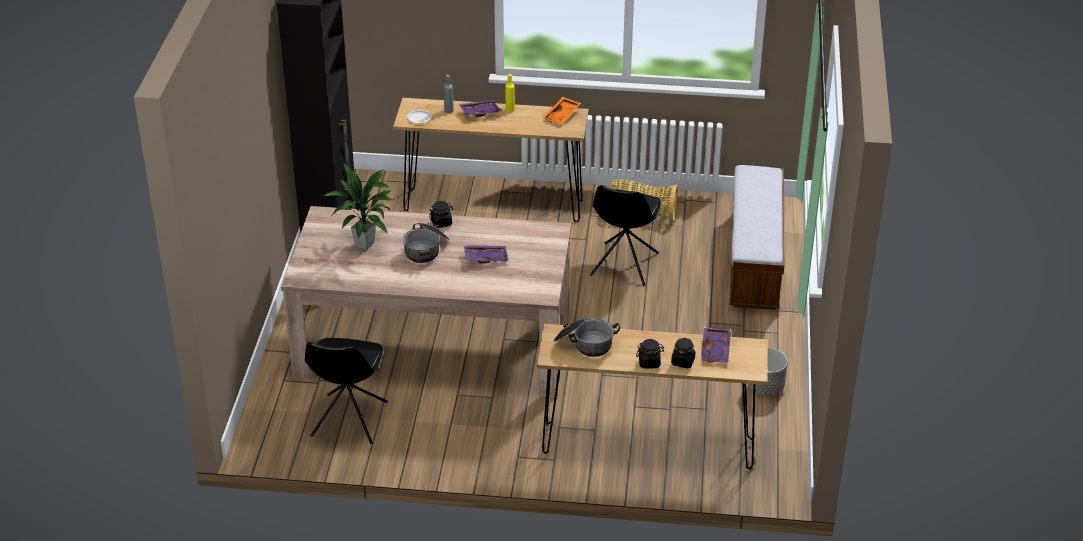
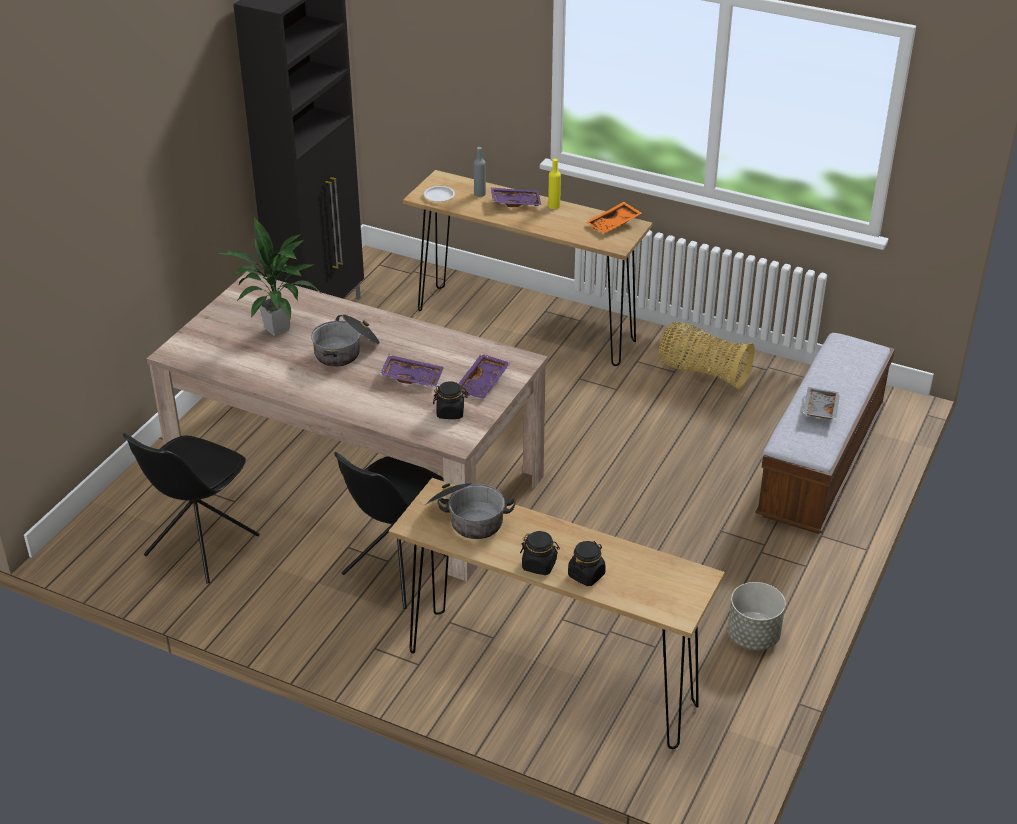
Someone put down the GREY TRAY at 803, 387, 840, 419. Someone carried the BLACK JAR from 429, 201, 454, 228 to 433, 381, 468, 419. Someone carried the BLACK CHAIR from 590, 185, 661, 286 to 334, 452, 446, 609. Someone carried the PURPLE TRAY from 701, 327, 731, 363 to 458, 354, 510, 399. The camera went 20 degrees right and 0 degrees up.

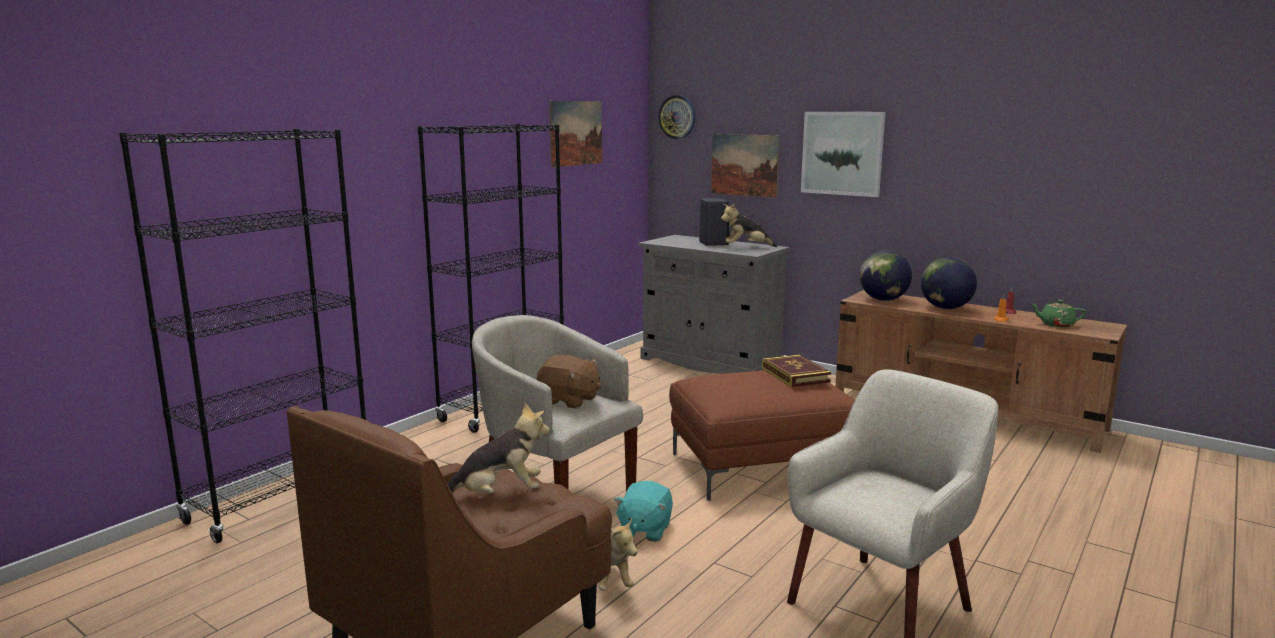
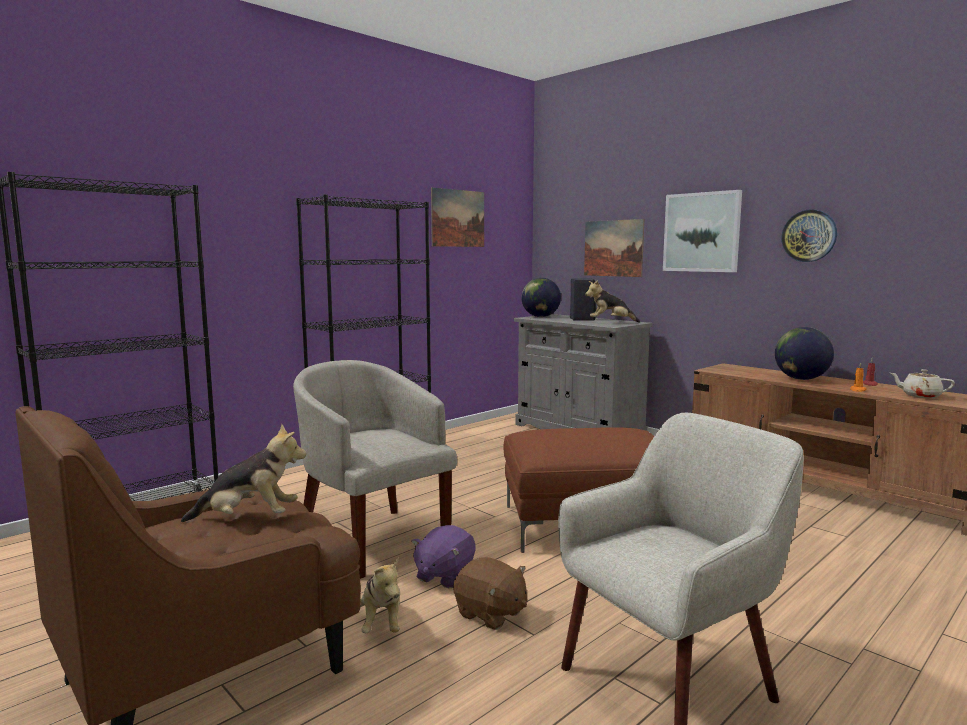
Someone took away the BOOK at 762, 355, 831, 387. Someone carried the BROWN PLUSH TOY from 537, 355, 601, 408 to 453, 557, 527, 630. Someone carried the WALL CLOCK from 658, 95, 696, 139 to 781, 209, 837, 262. Someone carried the GLOBE from 860, 251, 912, 301 to 521, 278, 561, 317. Someone repainted the TURQUOISE PLUSH TOY at 614, 481, 673, 542, which became the PURPLE PLUSH TOY at 411, 525, 475, 588. Someone repainted the GREEN TEAPOT at 1029, 300, 1086, 327, which became the BEIGE TEAPOT at 890, 369, 955, 398. The camera went 10 degrees right and 5 degrees down.

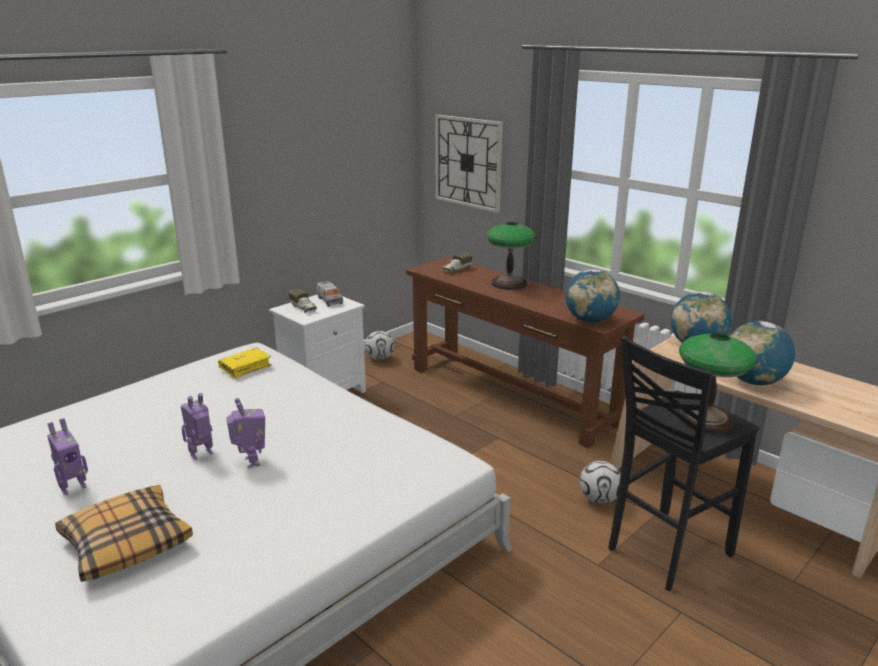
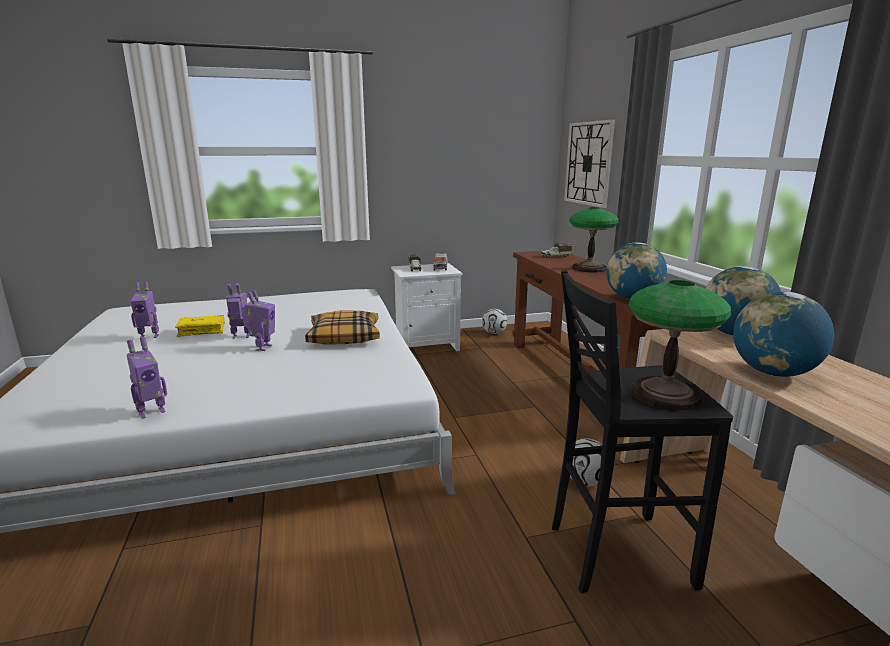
Someone put down the TOY ROBOT at 127, 337, 167, 419. Someone carried the PILLOW from 55, 485, 193, 582 to 305, 310, 380, 344. Someone carried the YELLOW BOOK from 218, 347, 271, 379 to 175, 315, 225, 337. The camera went 30 degrees right and 5 degrees down.

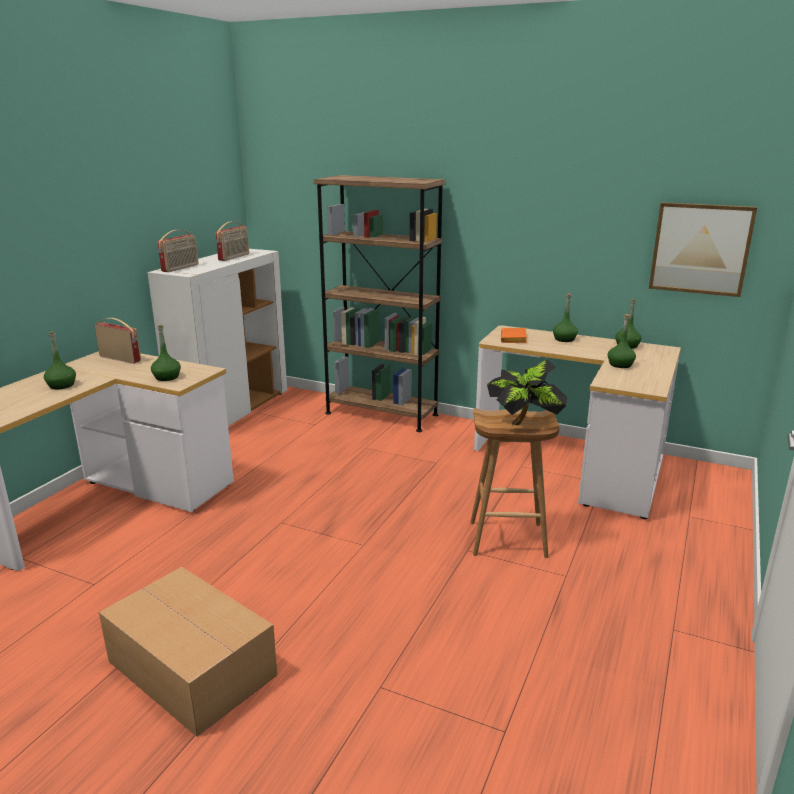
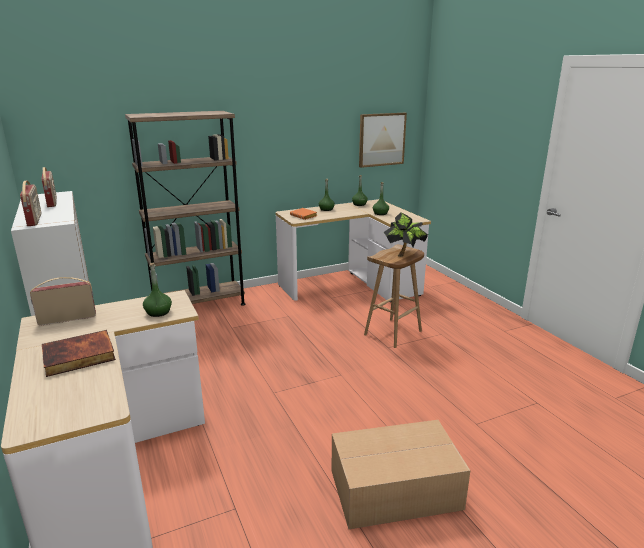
Someone swapped the GREEN BOTTLE at 44, 331, 76, 389 for the BOOK at 42, 330, 116, 377. The camera went 50 degrees left and 0 degrees up.

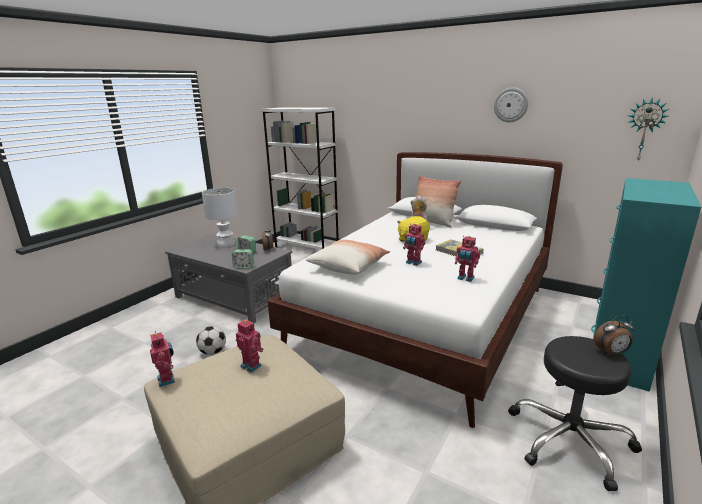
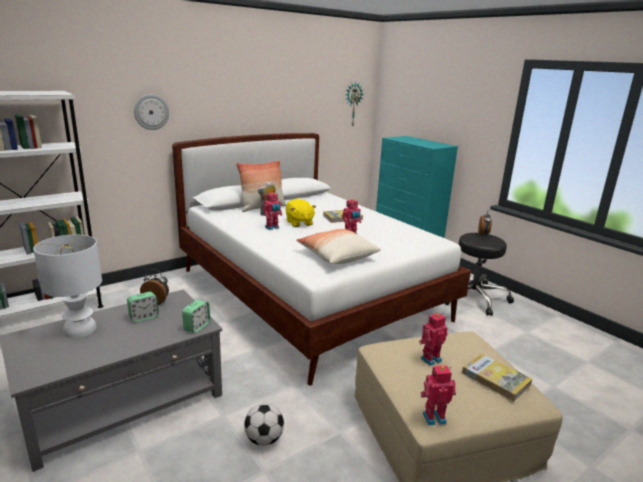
Someone put down the BOOK at 462, 353, 532, 401. Someone carried the TOY ROBOT from 455, 236, 480, 282 to 263, 192, 282, 230. Someone carried the WALL CLOCK from 494, 87, 528, 122 to 134, 94, 169, 130. The camera went 70 degrees left and 0 degrees up.

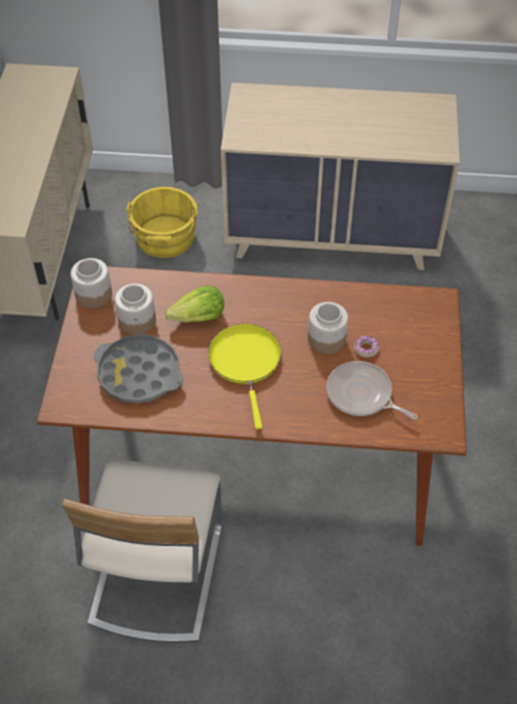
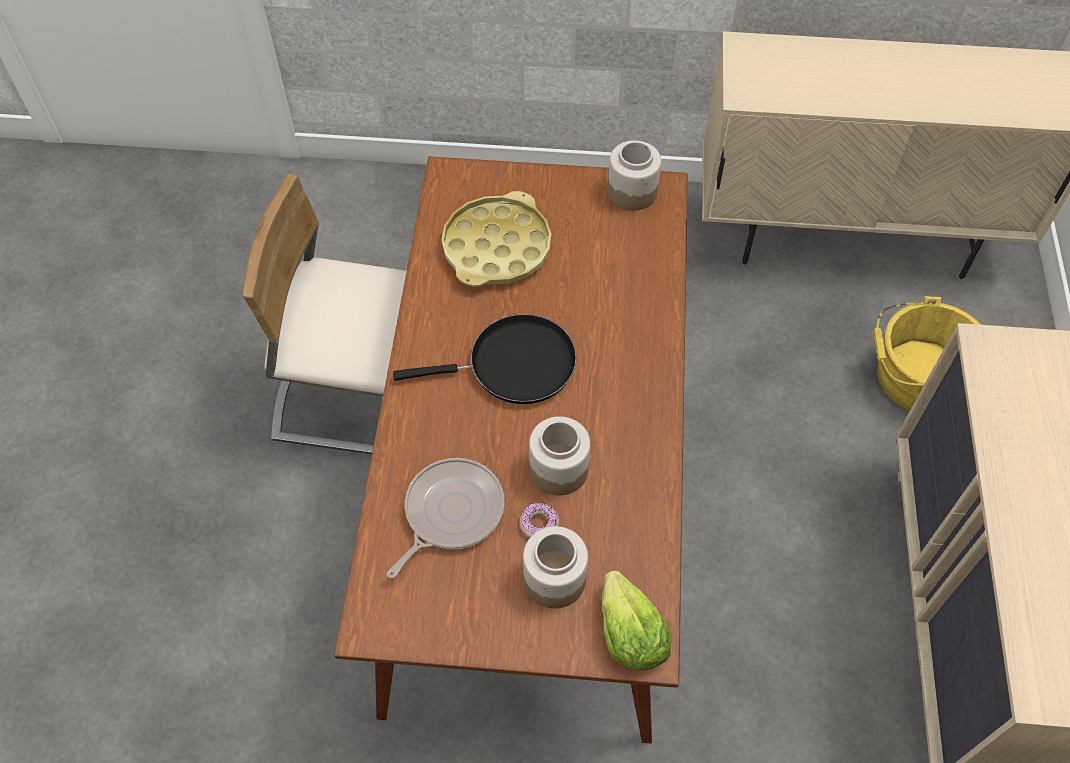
Someone carried the JAR from 115, 284, 156, 335 to 523, 526, 588, 608. Someone carried the LETTUCE from 165, 285, 224, 322 to 602, 570, 671, 671. Someone repainted the GREY TRAY at 94, 334, 183, 403, which became the YELLOW TRAY at 441, 191, 551, 287. Someone repainted the YELLOW FRYING PAN at 208, 324, 281, 429, which became the BLACK FRYING PAN at 393, 314, 577, 404. The camera went 90 degrees right and 5 degrees up.

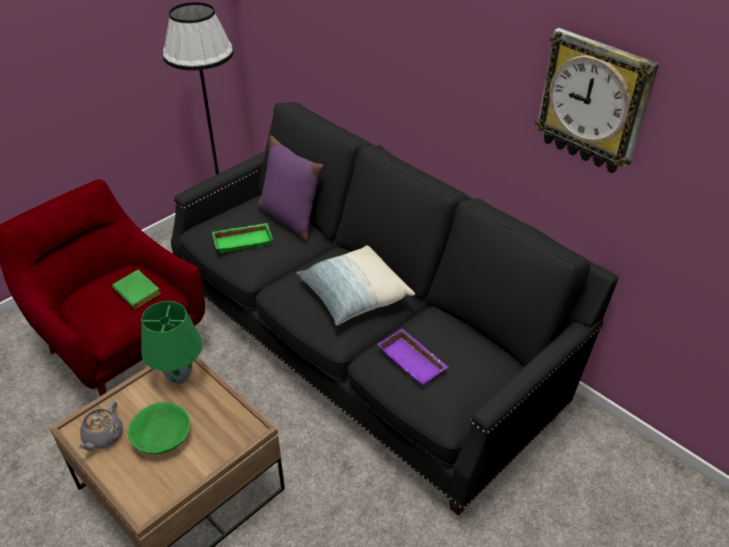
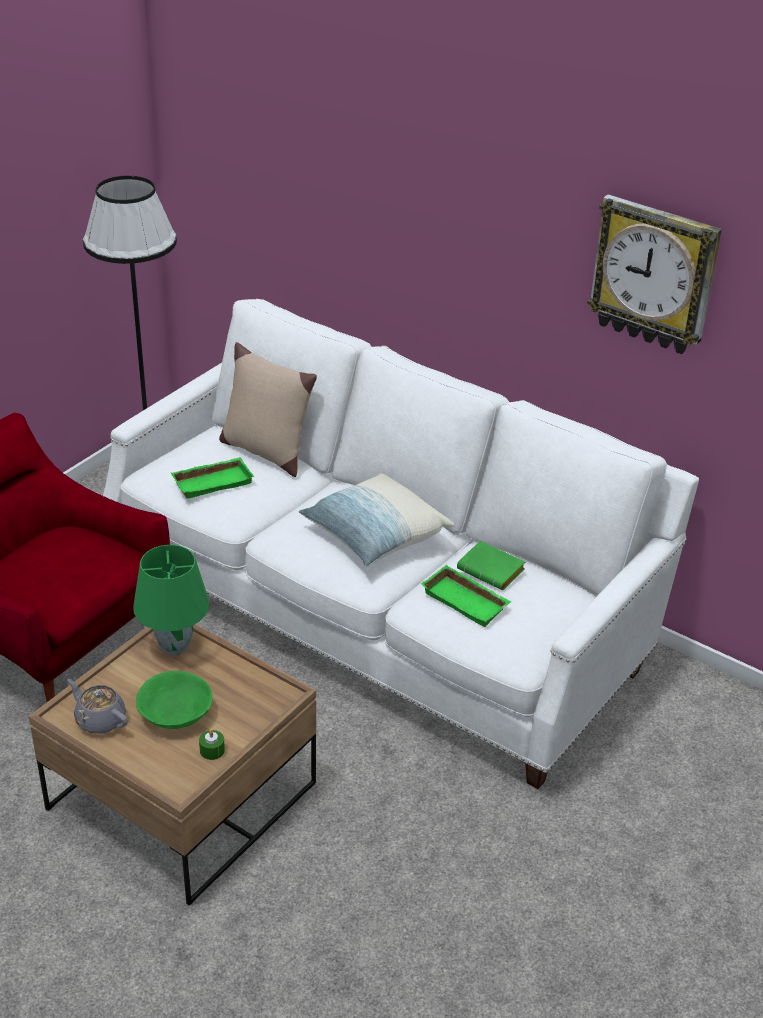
Someone put down the GREEN CANDLE at 199, 729, 225, 760. Someone carried the GREEN BOOK from 112, 270, 161, 309 to 457, 541, 525, 590. Someone repainted the BLACK SOFA at 171, 102, 618, 516, which became the WHITE SOFA at 103, 299, 699, 789. Someone repainted the PURPLE PILLOW at 258, 135, 324, 241, which became the BEIGE PILLOW at 219, 342, 317, 477. Someone repainted the PURPLE TRAY at 378, 329, 448, 387, which became the GREEN TRAY at 421, 565, 511, 627. Someone rotated the GREY TEAPOT at 78, 401, 123, 451 by 120 degrees clockwise. The camera went 10 degrees left and 5 degrees down.

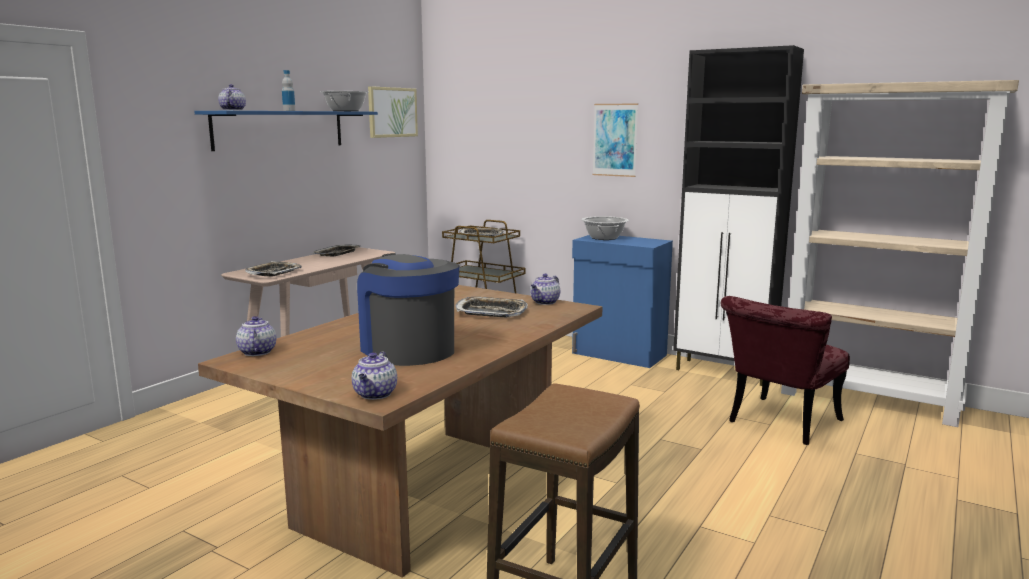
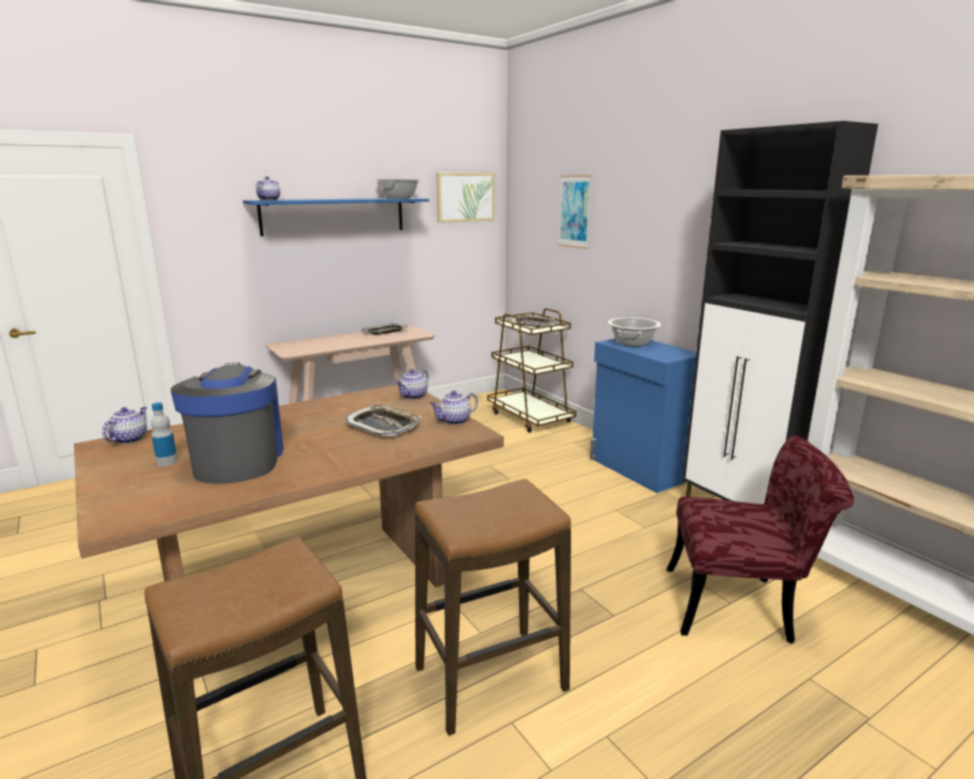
Someone took away the TRAY at 245, 261, 302, 277. Someone put down the STOOL at 415, 479, 571, 736. Someone carried the BOTTLE from 282, 70, 295, 111 to 151, 402, 178, 467. Someone carried the TEAPOT from 352, 351, 397, 400 to 396, 369, 429, 399. Someone carried the PICTURE from 593, 103, 638, 177 to 558, 175, 592, 249. Someone rotated the RED CHAIR at 721, 296, 850, 445 by 150 degrees counterclockwise. The camera went 25 degrees right and 5 degrees up.

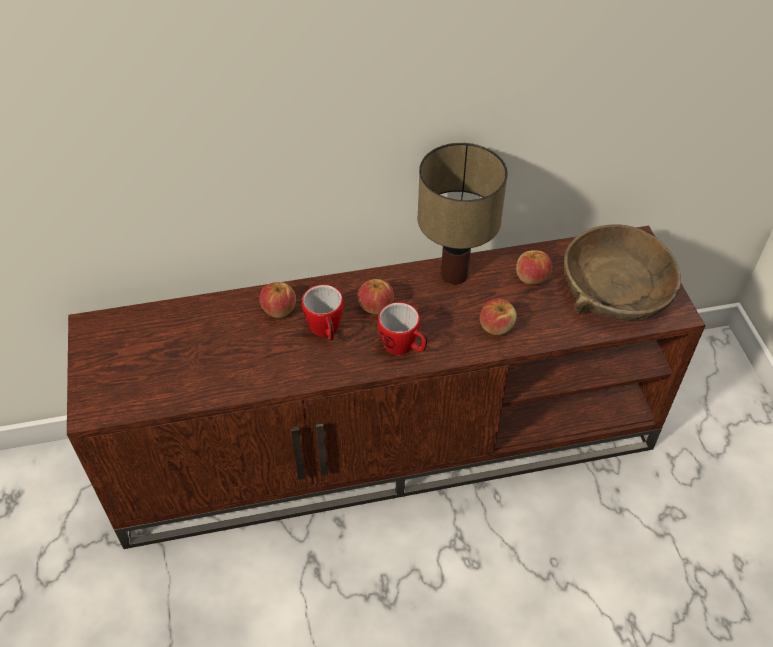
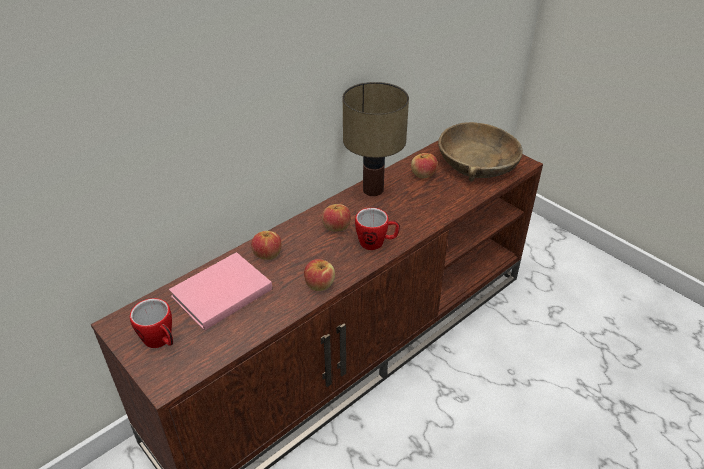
Someone put down the PINK BOOK at 169, 252, 272, 331. Someone carried the MUG from 302, 285, 344, 341 to 130, 298, 173, 348. Someone carried the APPLE from 480, 298, 517, 335 to 304, 259, 335, 291. The camera went 30 degrees left and 10 degrees down.

